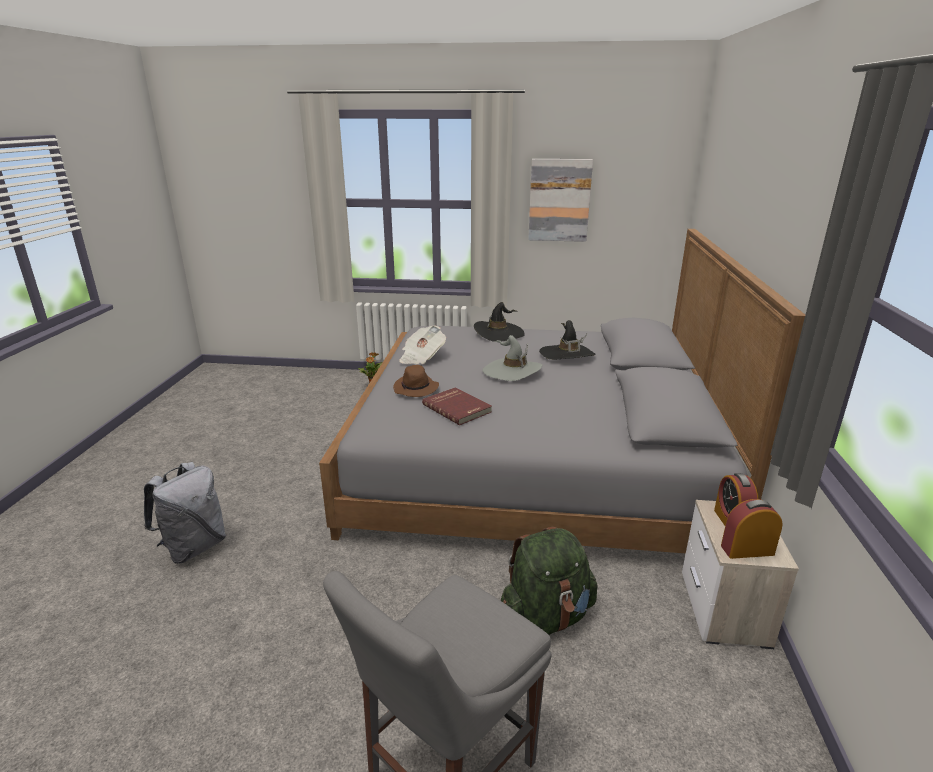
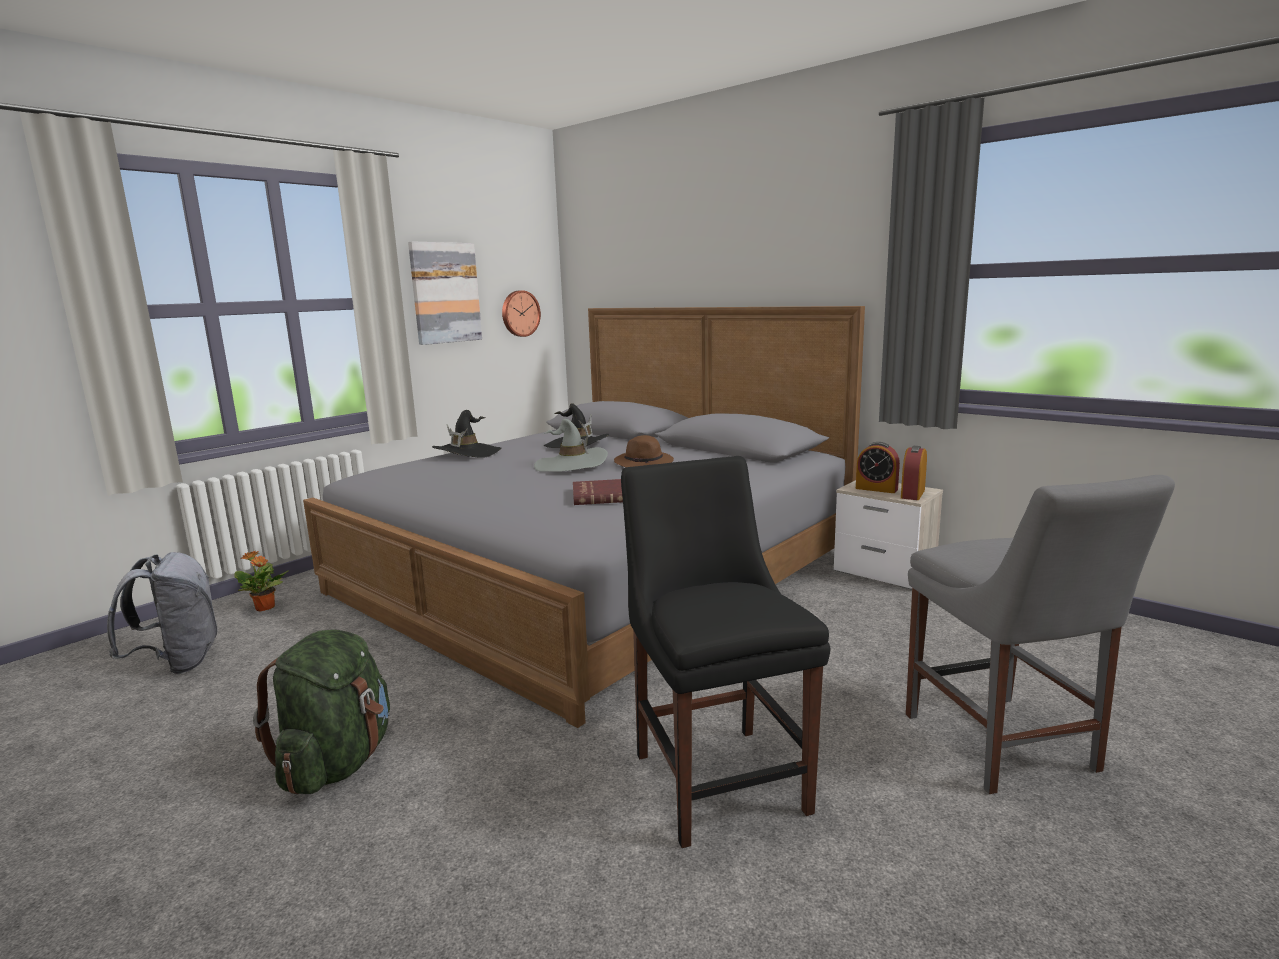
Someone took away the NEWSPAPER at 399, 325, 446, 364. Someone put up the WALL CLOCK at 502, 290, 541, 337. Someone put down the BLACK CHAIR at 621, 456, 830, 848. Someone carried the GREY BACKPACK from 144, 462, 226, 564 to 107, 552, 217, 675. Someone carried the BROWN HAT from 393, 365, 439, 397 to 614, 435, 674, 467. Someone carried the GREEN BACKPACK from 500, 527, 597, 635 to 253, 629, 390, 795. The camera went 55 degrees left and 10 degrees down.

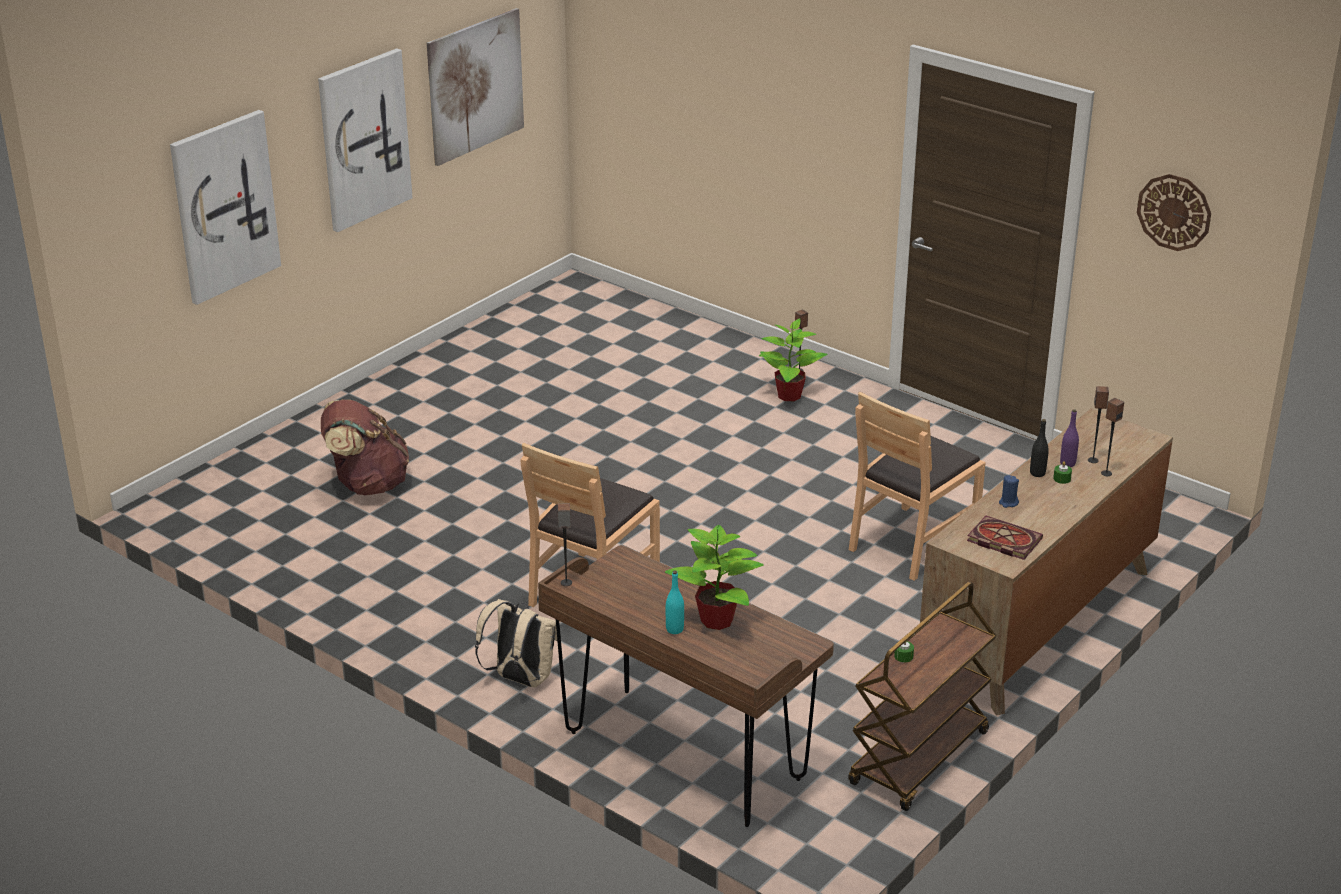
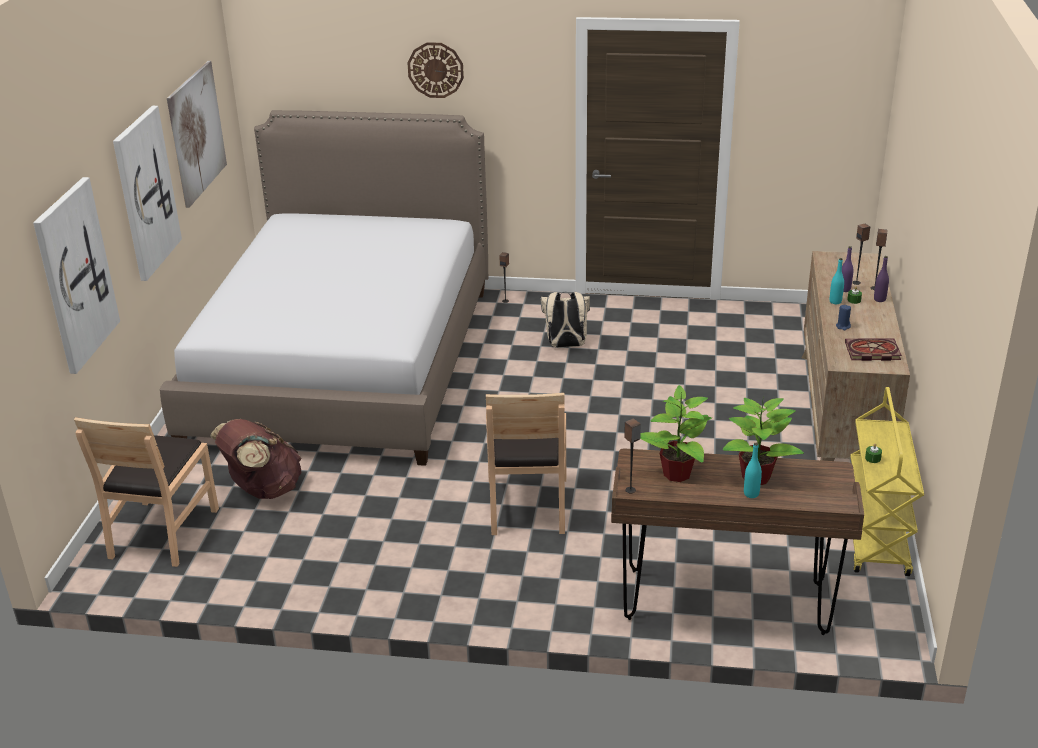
Someone put down the BED at 160, 110, 489, 466. Someone put down the PURPLE BOTTLE at 874, 256, 889, 302. Someone carried the BEIGE BACKPACK from 475, 599, 557, 687 to 541, 292, 590, 348. Someone carried the POTTED PLANT from 759, 318, 828, 401 to 640, 385, 712, 482. Someone carried the BROWN CHAIR from 849, 392, 986, 581 to 74, 417, 219, 567. Someone carried the WALL CLOCK from 1137, 174, 1211, 251 to 407, 42, 464, 98. Someone repainted the BROWN CART at 848, 582, 996, 811, which became the YELLOW CART at 850, 387, 924, 576. Someone repainted the BLACK BOTTLE at 1030, 419, 1049, 477, which became the TURQUOISE BOTTLE at 830, 258, 844, 304. The camera went 30 degrees left and 0 degrees up.

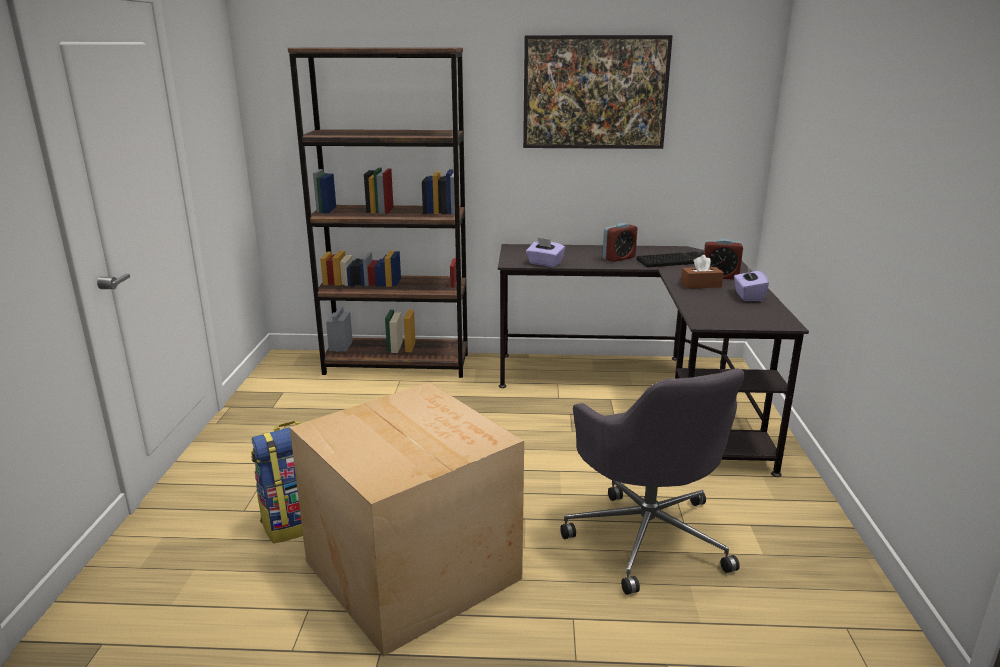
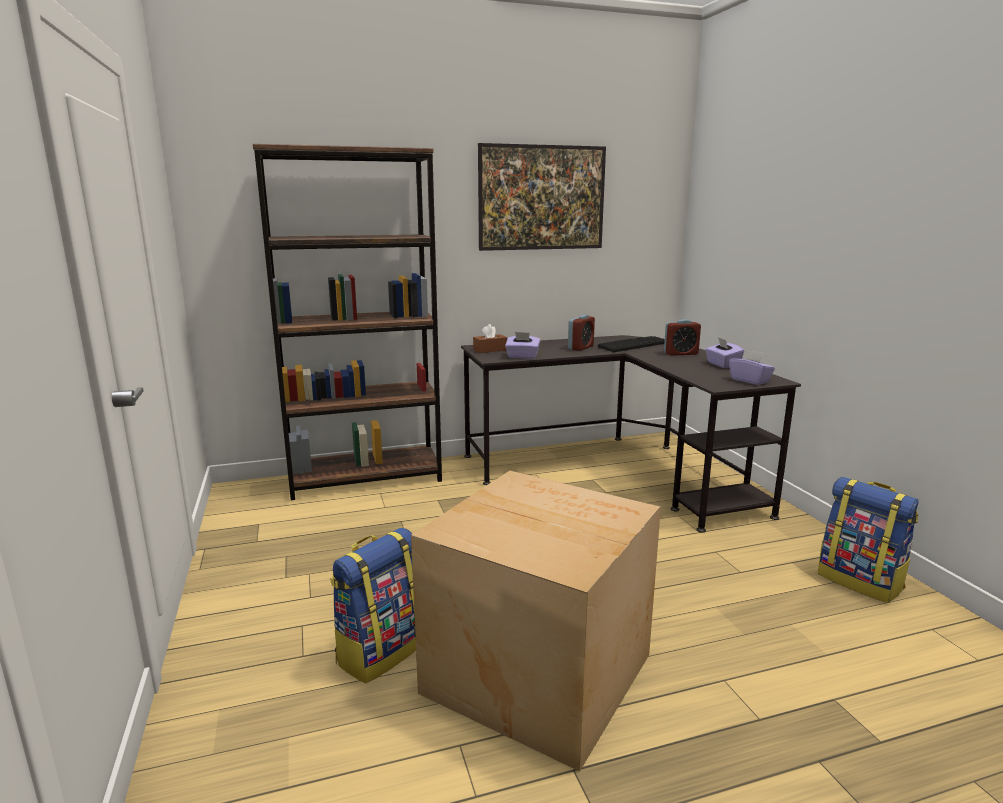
Someone took away the GREY OFFICE CHAIR at 560, 368, 745, 595. Someone put down the PURPLE TISSUE BOX at 729, 350, 775, 385. Someone put down the BACKPACK at 818, 477, 919, 603. Someone carried the BROWN TISSUE BOX from 681, 255, 724, 289 to 473, 324, 507, 353. The camera went 20 degrees left and 5 degrees down.

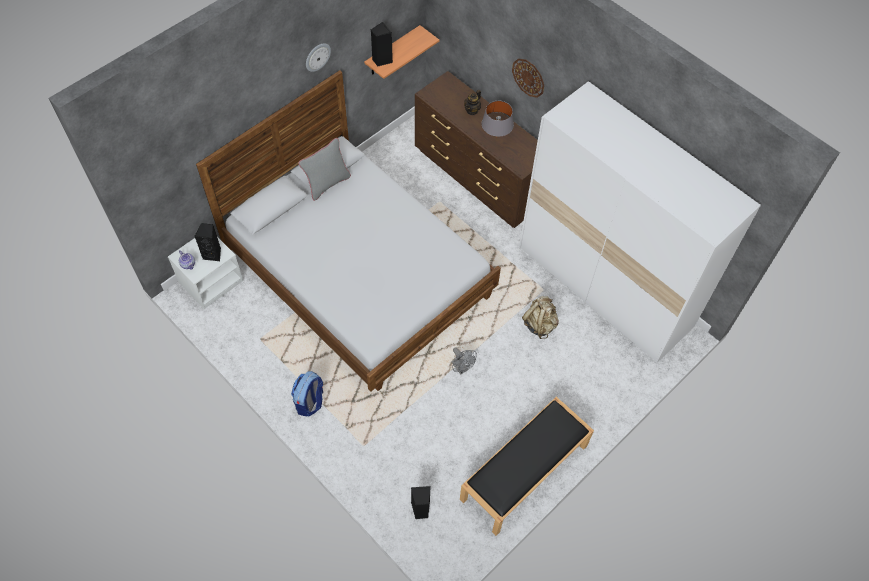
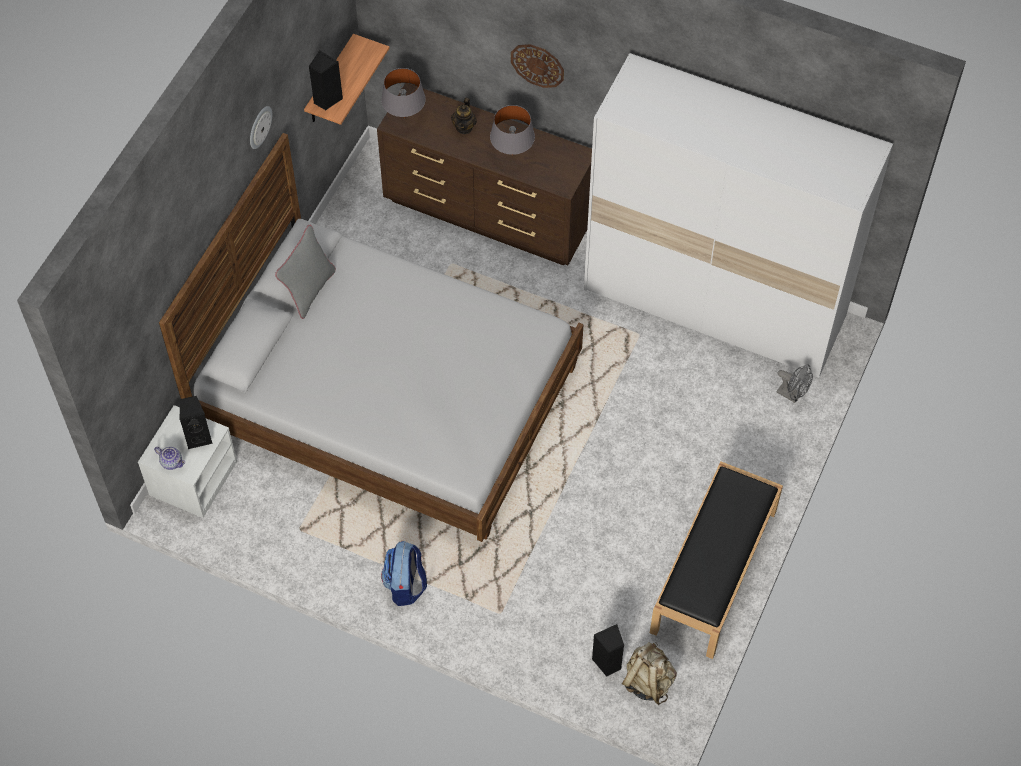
Someone put down the GREY TABLE LAMP at 381, 68, 426, 118. Someone carried the GREY FAN from 452, 347, 477, 375 to 777, 365, 813, 403. Someone carried the BEIGE BACKPACK from 522, 296, 559, 339 to 622, 642, 677, 705. The camera went 20 degrees left and 0 degrees up.

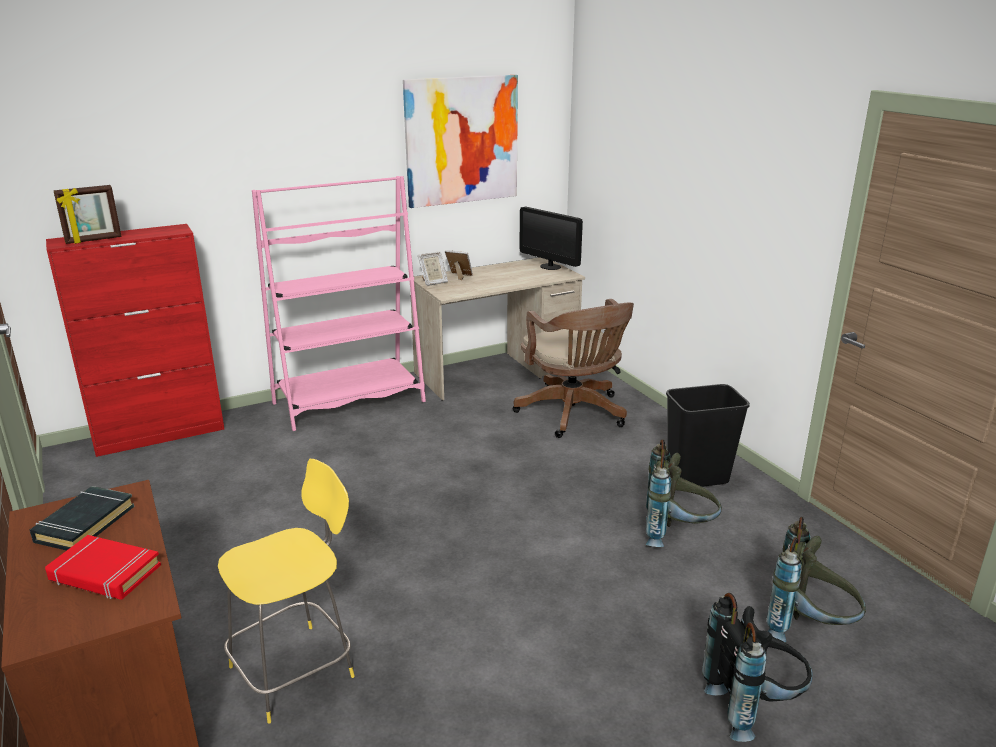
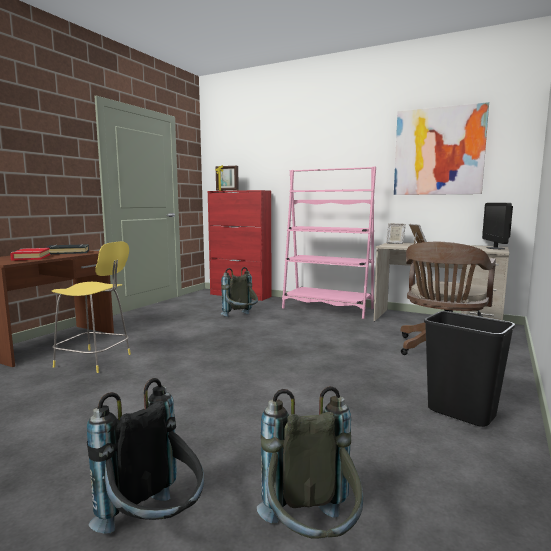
Someone carried the GREY BACKPACK from 646, 439, 722, 547 to 220, 267, 258, 317. The camera went 55 degrees right and 15 degrees down.

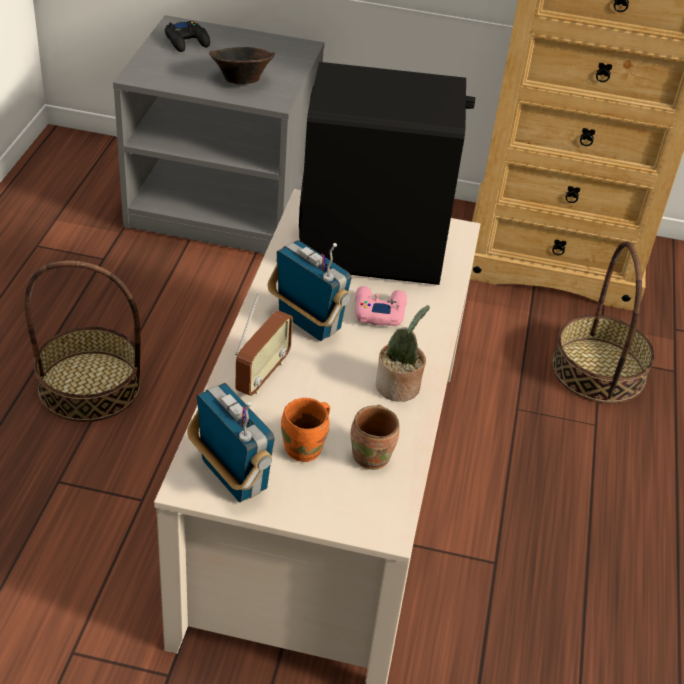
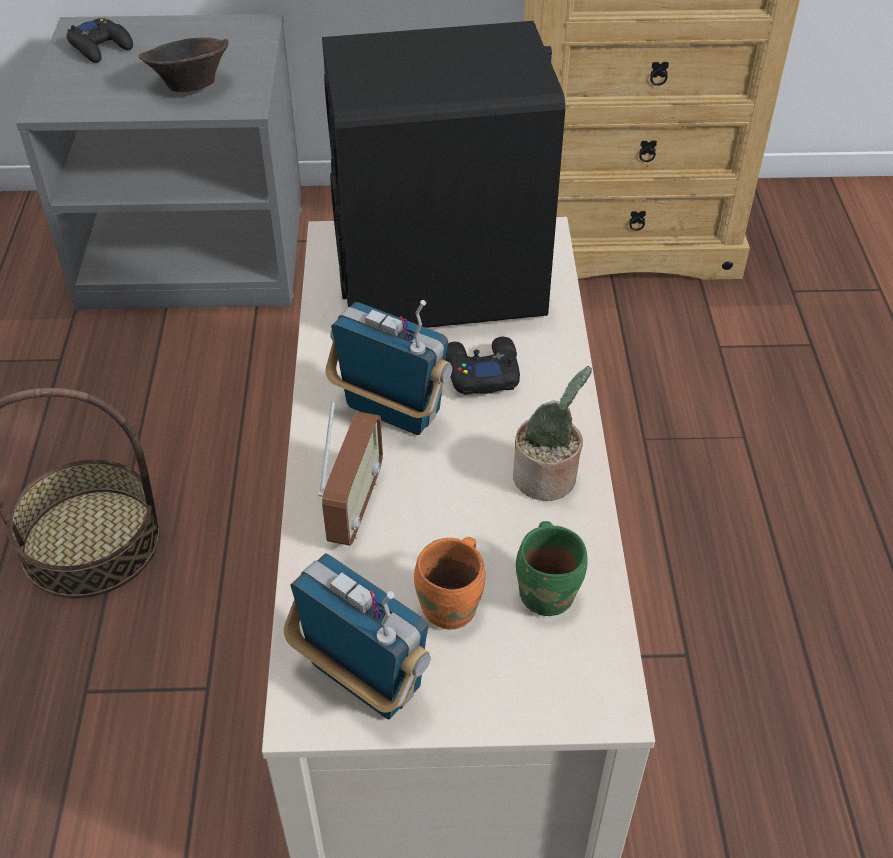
Someone took away the BASKET at 552, 241, 655, 404. Someone repainted the BROWN MUG at 351, 405, 399, 470, which became the GREEN MUG at 516, 521, 588, 616. Someone repainted the PINK GAME CONTROLLER at 355, 286, 407, 326, which became the BLACK GAME CONTROLLER at 445, 337, 520, 395. The camera went 10 degrees left and 5 degrees up.

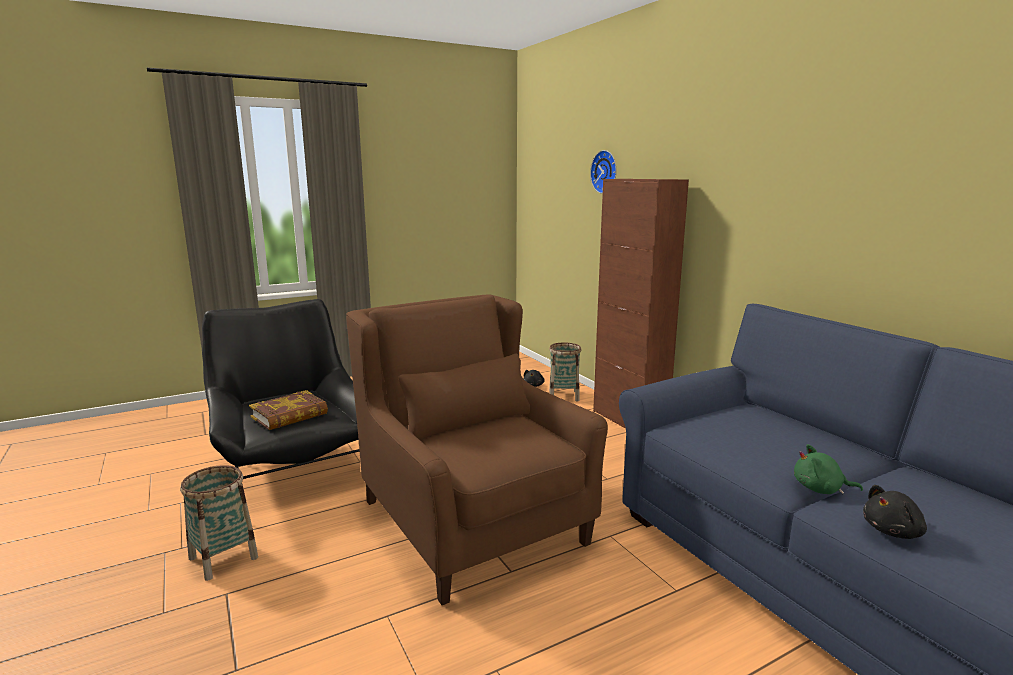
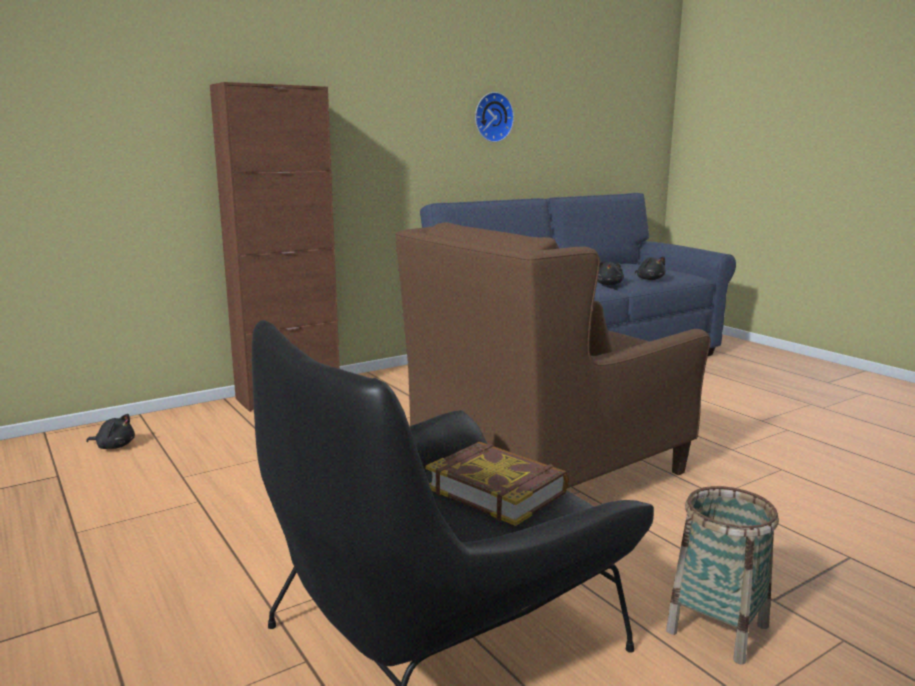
Someone took away the BASKET at 549, 342, 582, 402. Someone carried the WALL CLOCK from 590, 150, 617, 194 to 475, 92, 514, 142. Someone repainted the GREEN PLUSH TOY at 794, 444, 863, 494, which became the BLACK PLUSH TOY at 597, 261, 624, 285. The camera went 95 degrees left and 0 degrees up.

